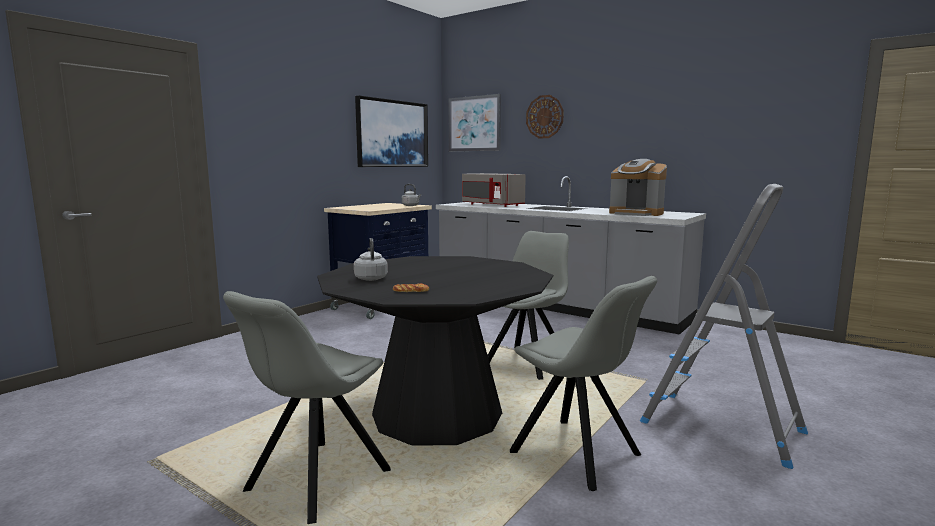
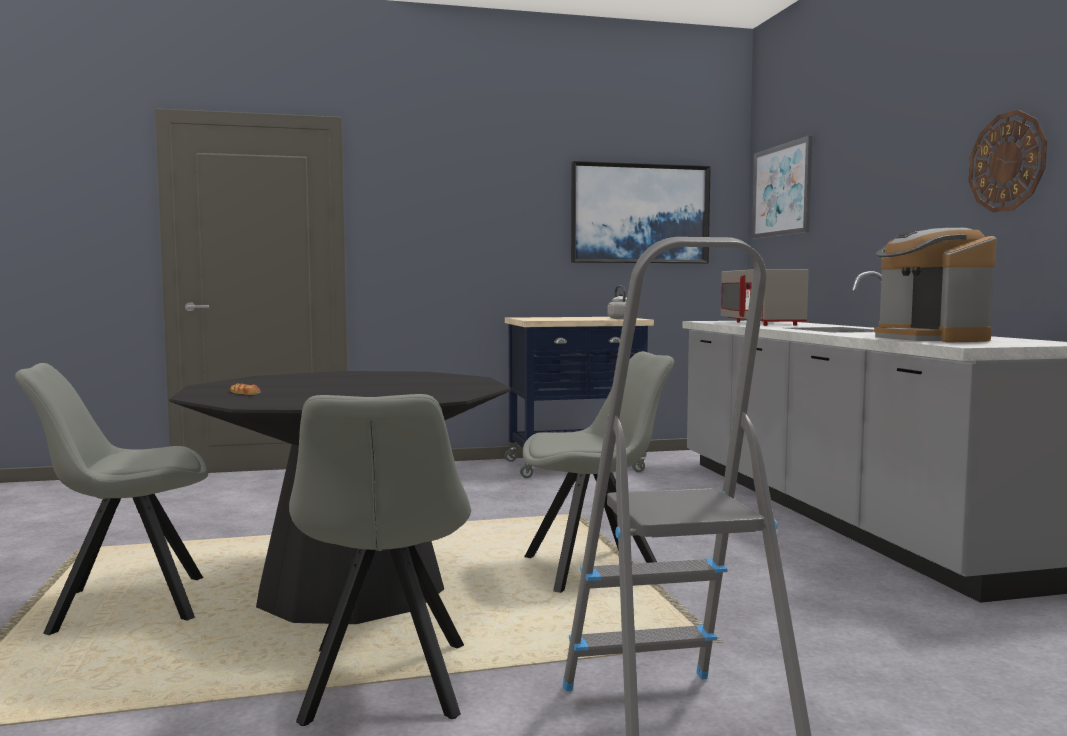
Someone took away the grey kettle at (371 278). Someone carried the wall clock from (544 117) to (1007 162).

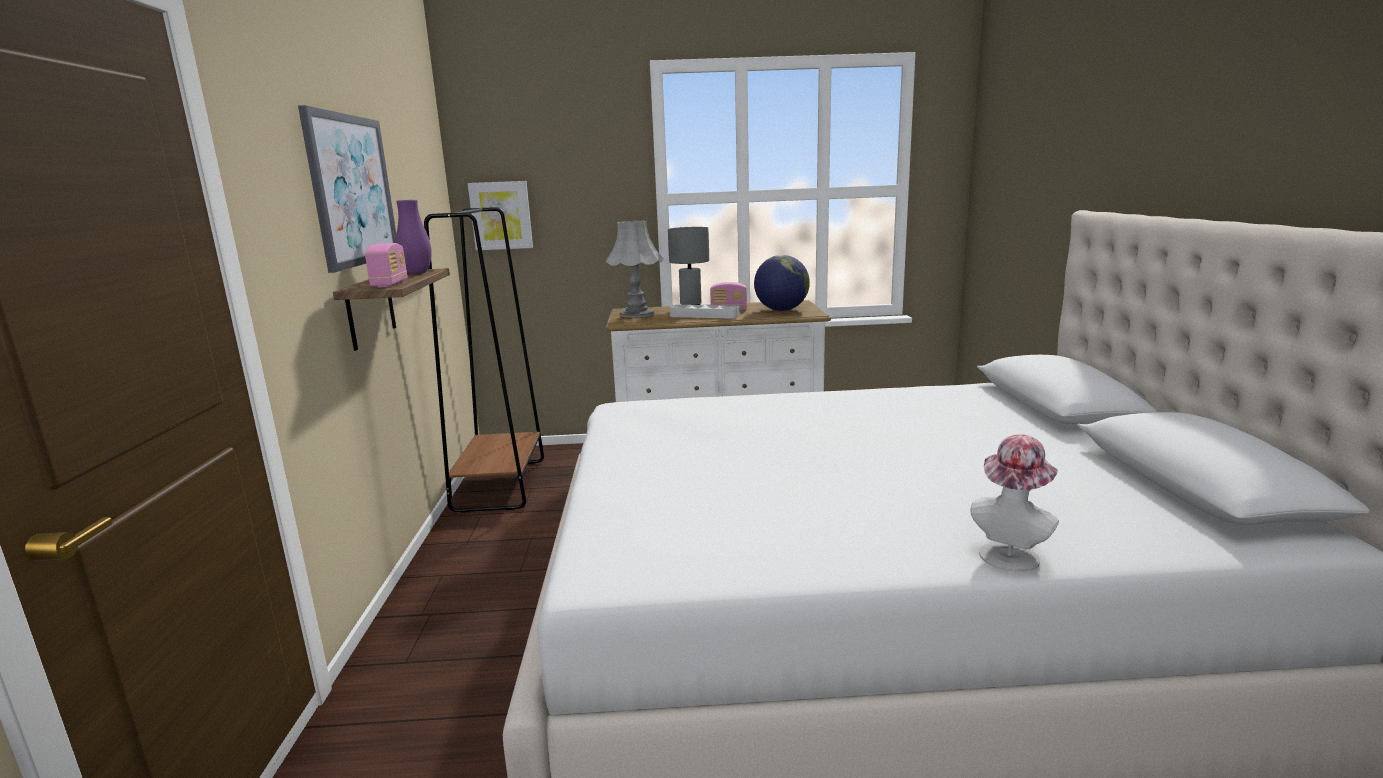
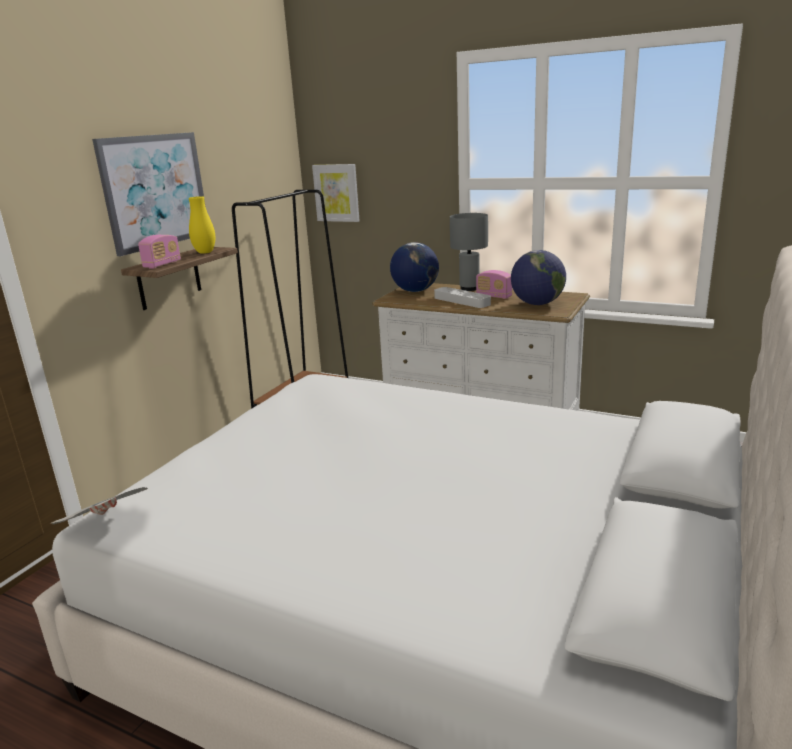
Someone took away the hat at (1010 553). Someone put down the newspaper at (105 527). Someone swapped the grey table lamp at (637 314) for the globe at (415 291). Someone repainted the purple vase at (417 273), which became the yellow vase at (205 252).

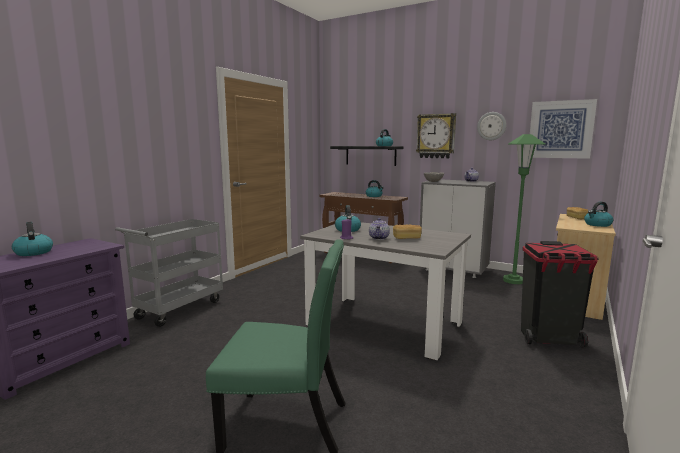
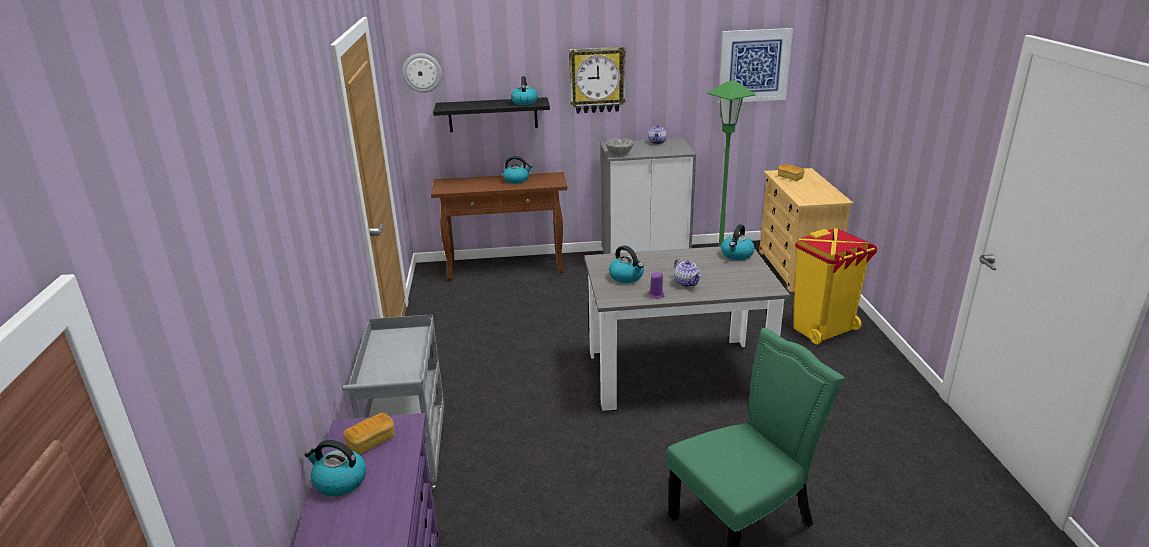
Someone carried the bread from (407 238) to (371 442). Someone carried the wall clock from (491 126) to (422 73). Someone carried the kettle from (597 224) to (737 255). Someone repainted the black trash can at (549 338), which became the yellow trash can at (823 329).

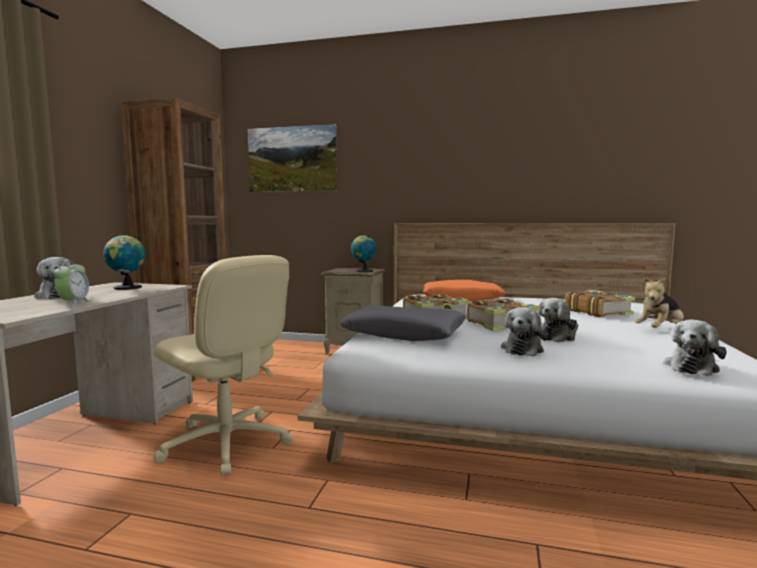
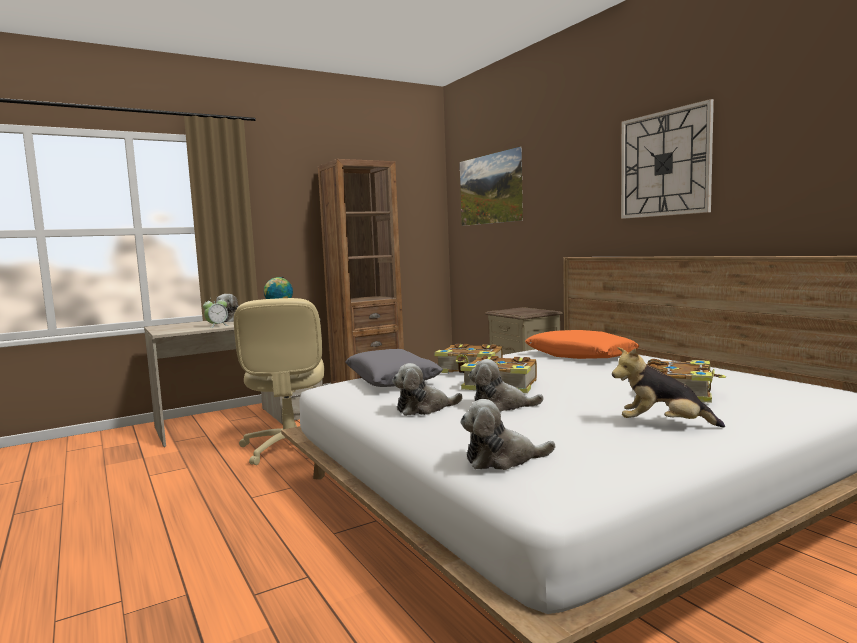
Someone took away the globe at (363 271). Someone put up the wall clock at (664 164).

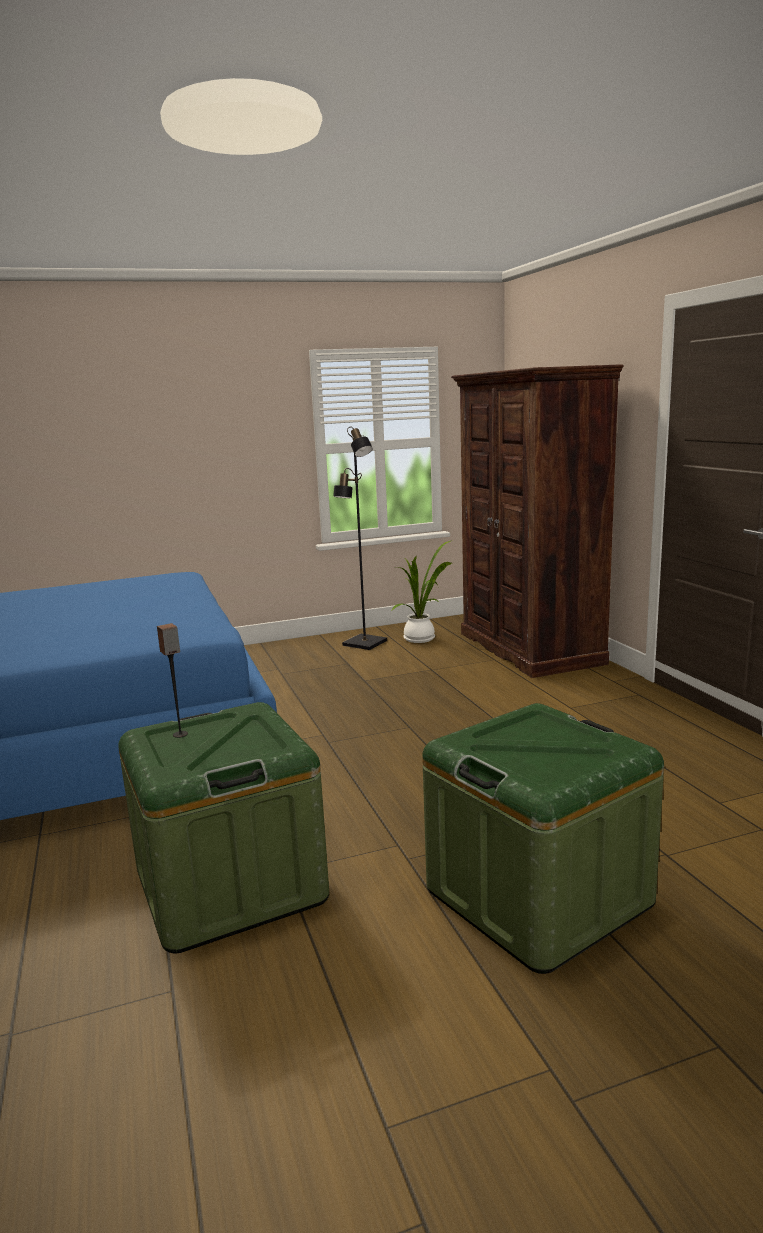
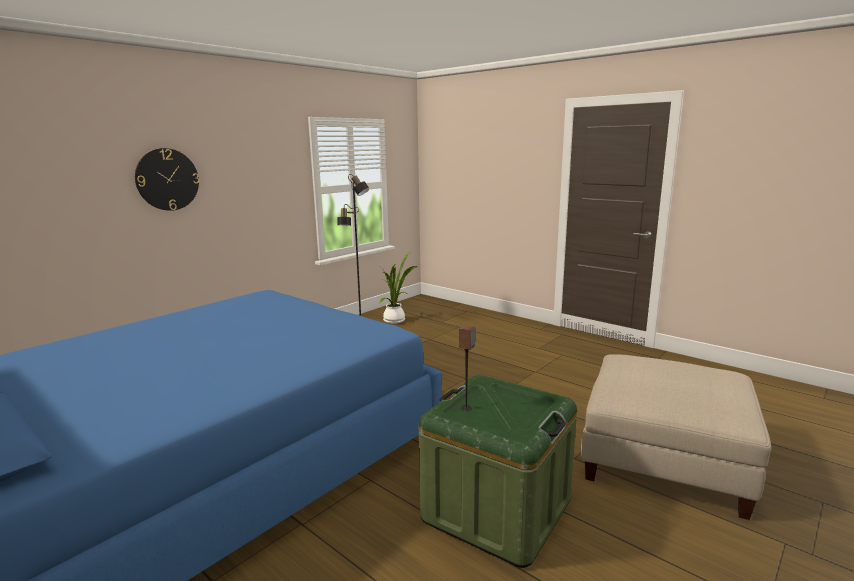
Someone took away the brown wardrobe at (528 648). Someone put up the wall clock at (167 179). Someone swapped the green storage box at (538 897) for the beige ottoman at (663 458).

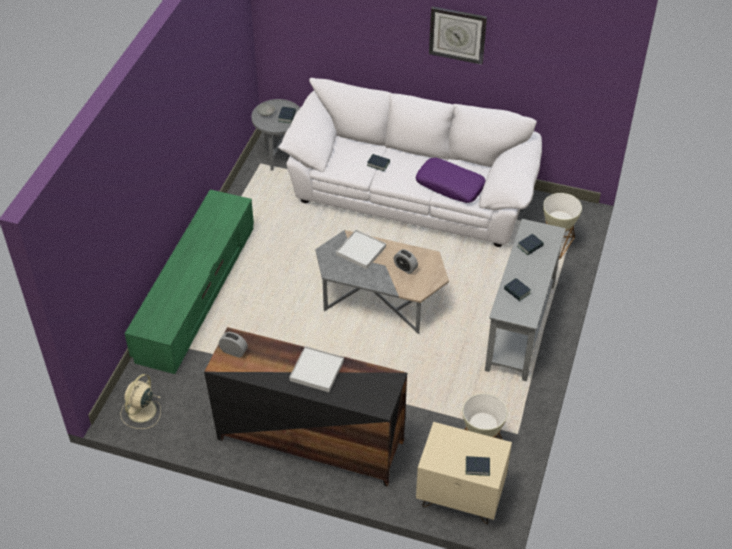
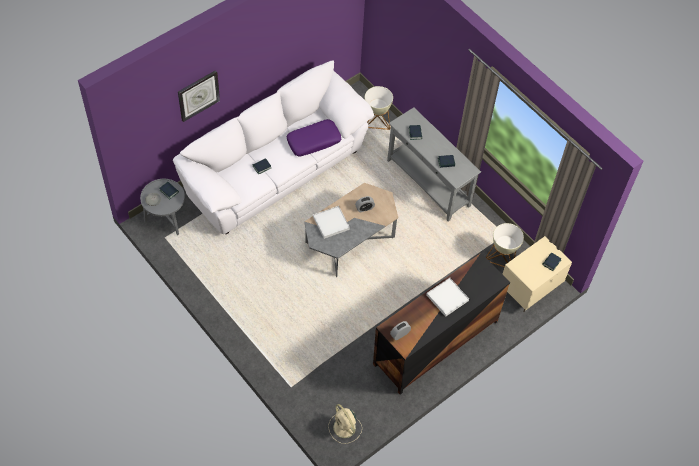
Someone took away the green tv stand at (195 291). Someone carried the wall clock from (457 34) to (198 95).

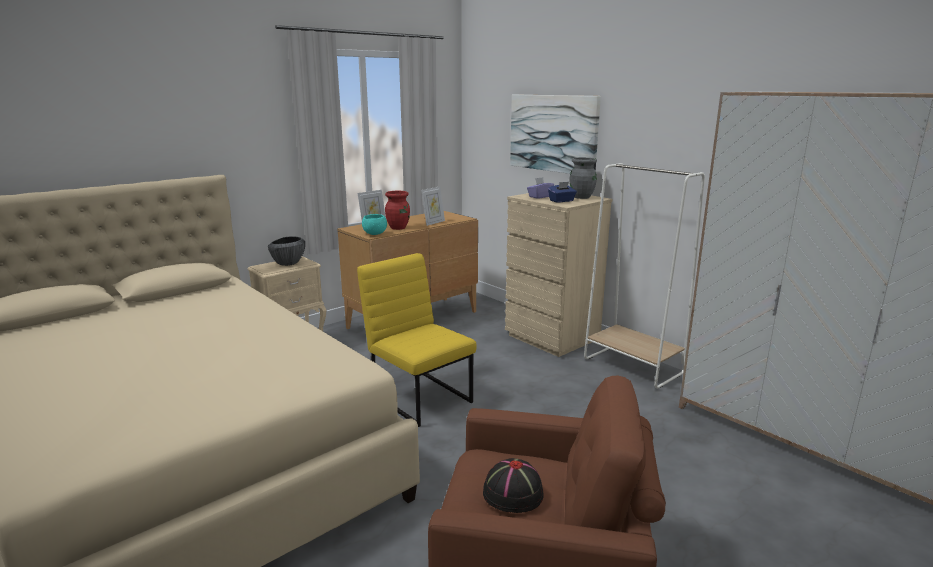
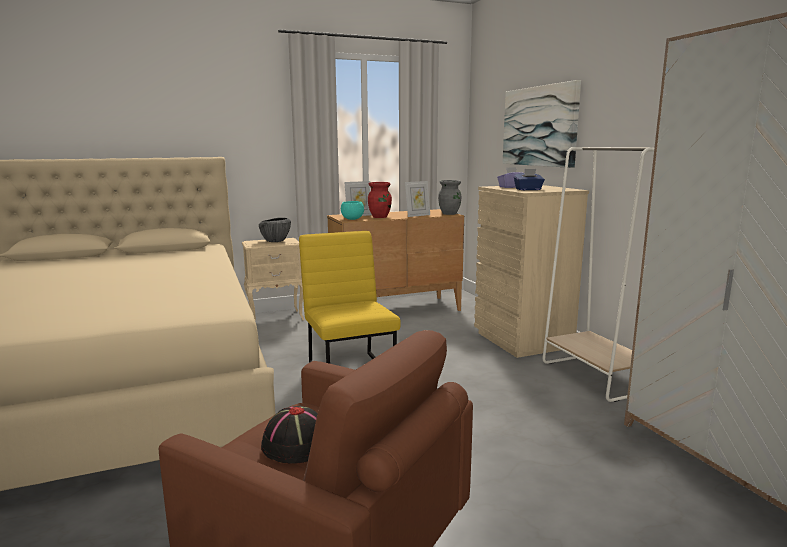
Someone carried the grey vase from (582 197) to (449 213).

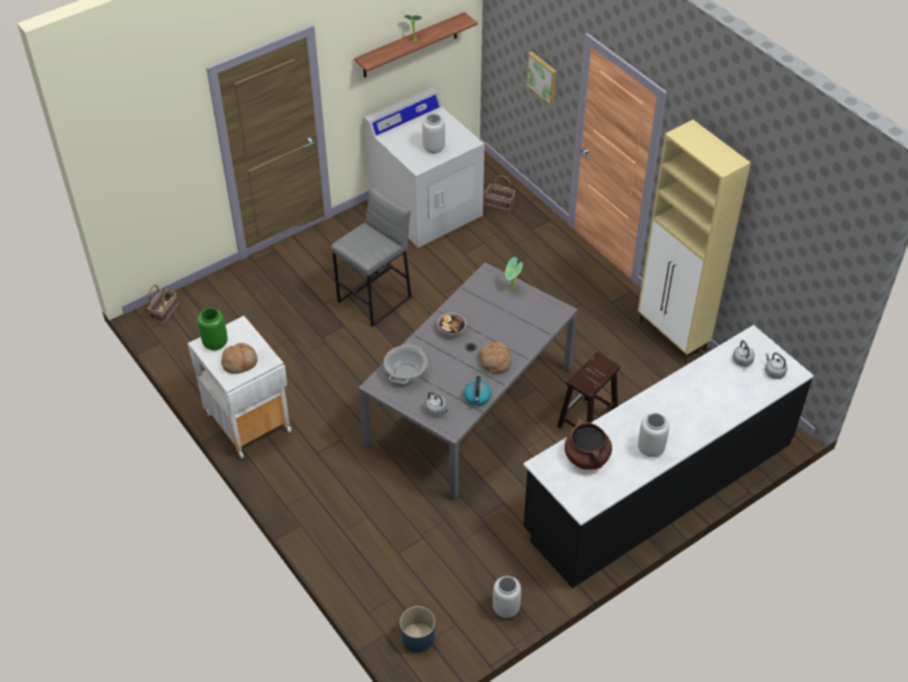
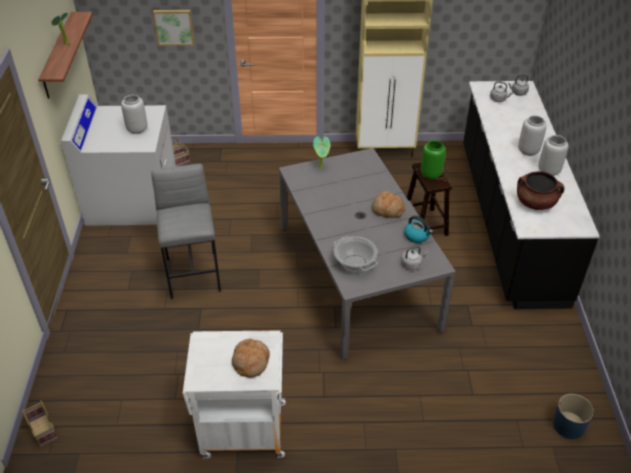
Someone took away the bowl at (451 330). Someone carried the green vase from (216 343) to (431 174). Someone carried the grey vase from (506 608) to (528 151).

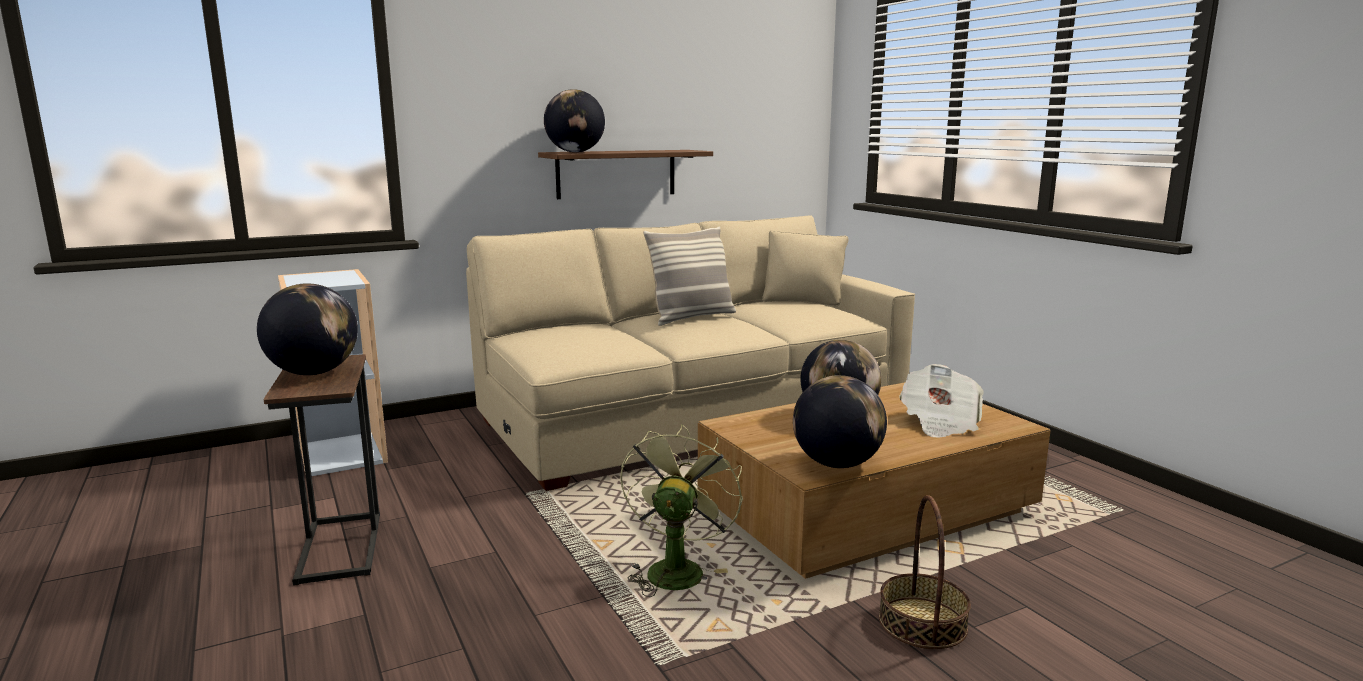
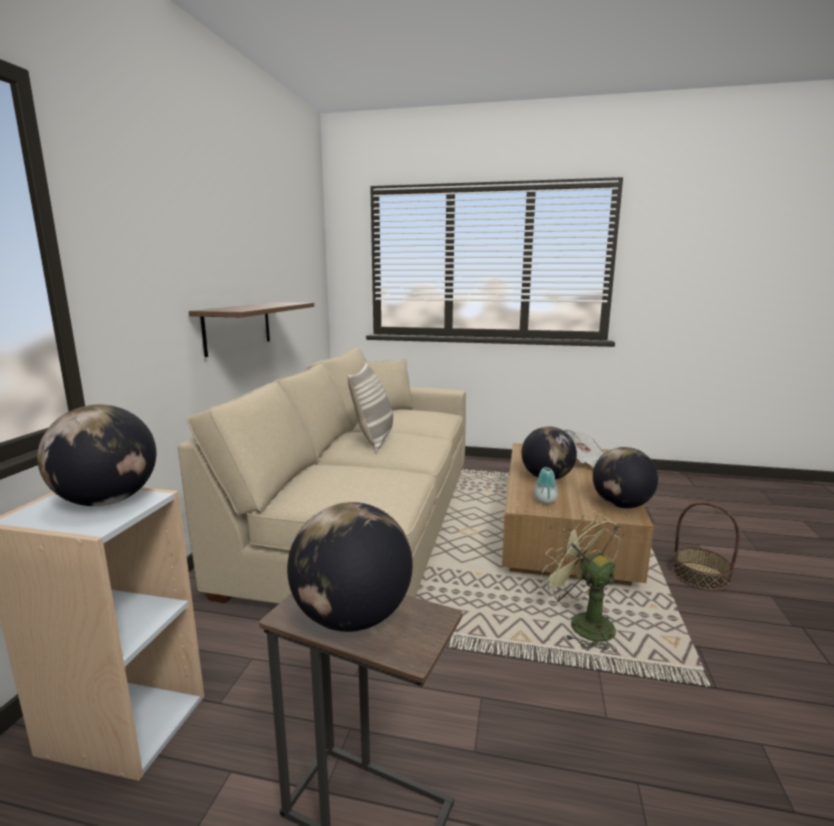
Someone put down the vase at (545 501). Someone carried the globe from (575 152) to (107 501).

